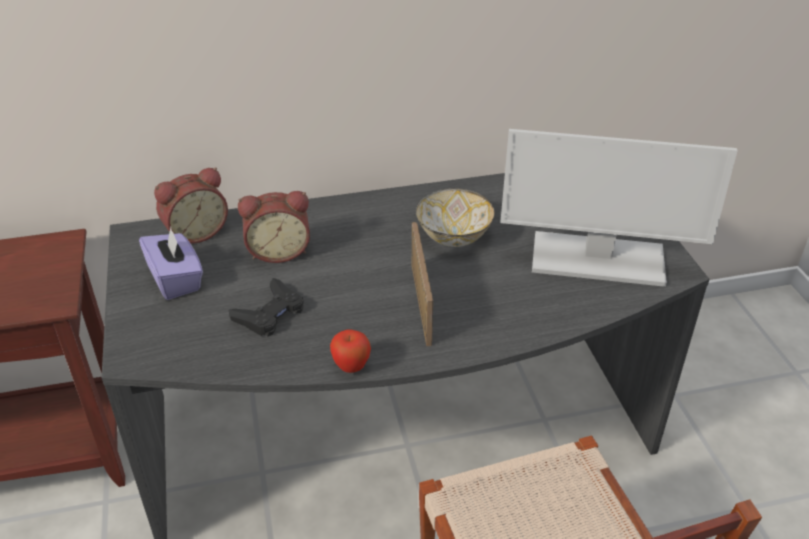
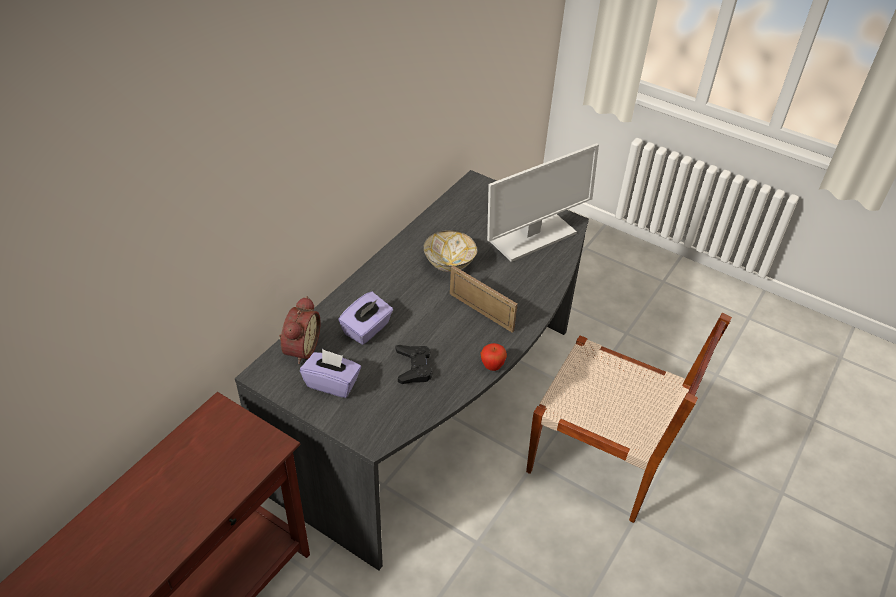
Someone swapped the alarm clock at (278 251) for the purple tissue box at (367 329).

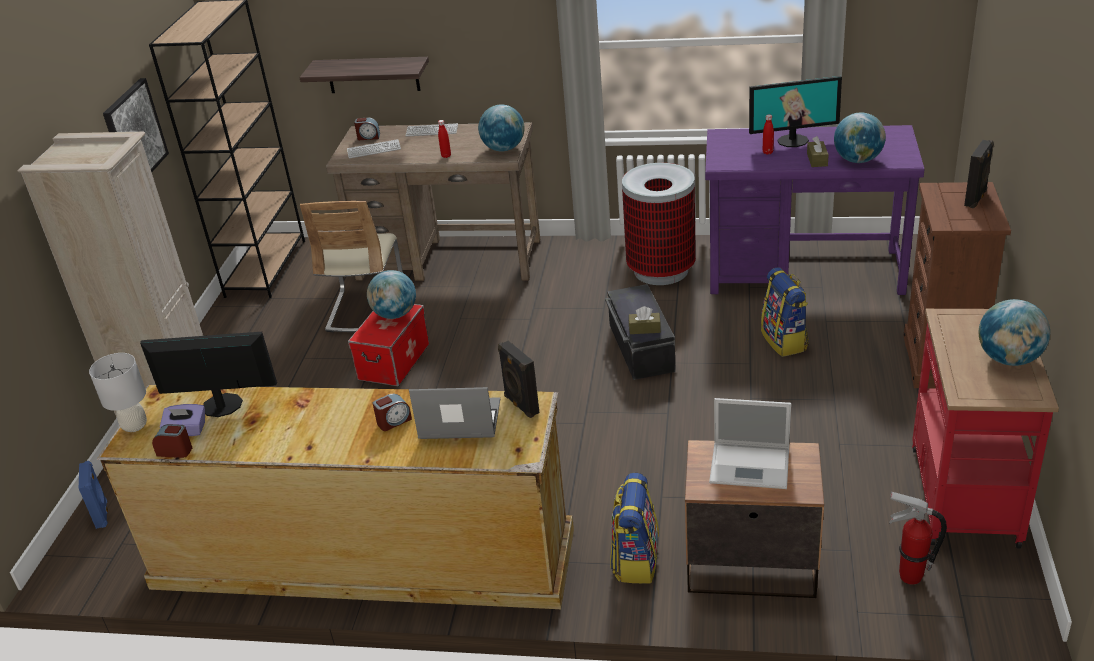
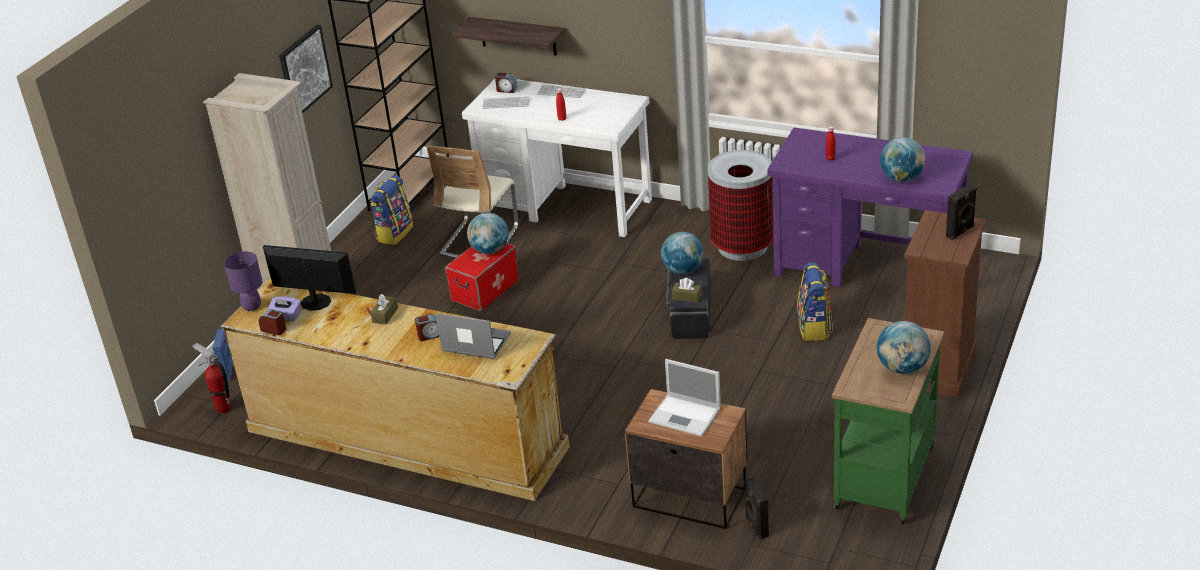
Someone took away the monitor at (793 140). Someone carried the globe from (504 149) to (683 270). Someone carried the black speaker from (520 405) to (756 527). Someone carried the backpack from (635 560) to (394 233). Someone carried the brown tissue box from (817 160) to (385 315). Someone carried the fire extinguisher from (909 576) to (223 408). Someone repainted the grey table lamp at (136 426), which became the purple table lamp at (252 307). Someone repainted the brown desk at (450 259), which became the white desk at (566 206). Someone repainted the red cart at (962 493), which became the green cart at (886 475).

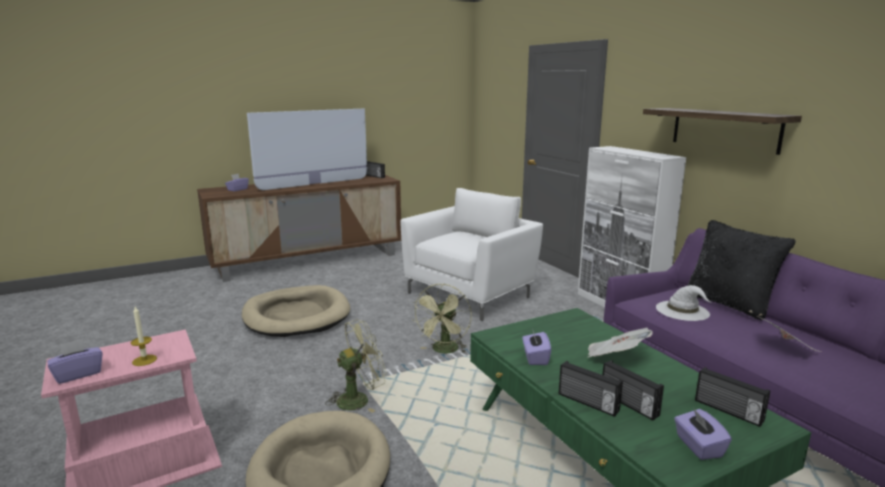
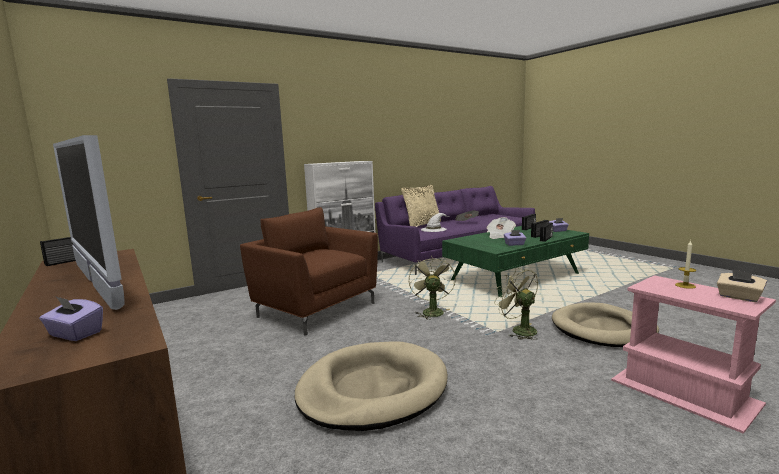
Someone took away the shelf at (724 129). Someone repainted the purple tissue box at (78 374), which became the beige tissue box at (739 297). Someone repainted the white armchair at (470 295), which became the brown armchair at (316 309). Someone repainted the black pillow at (728 306), which became the beige pillow at (422 225). Someone rotated the green fan at (444 351) by 105 degrees counterclockwise.

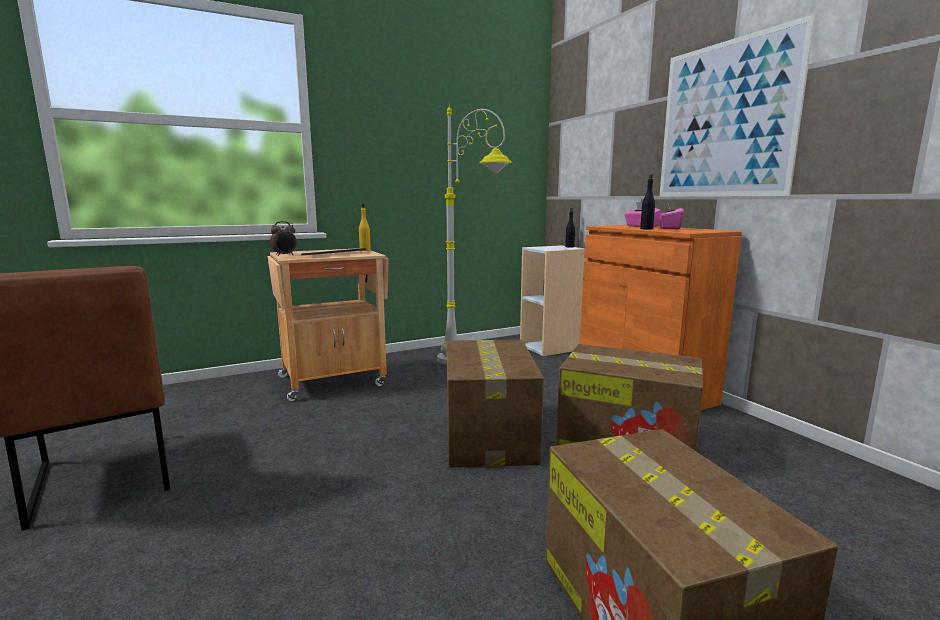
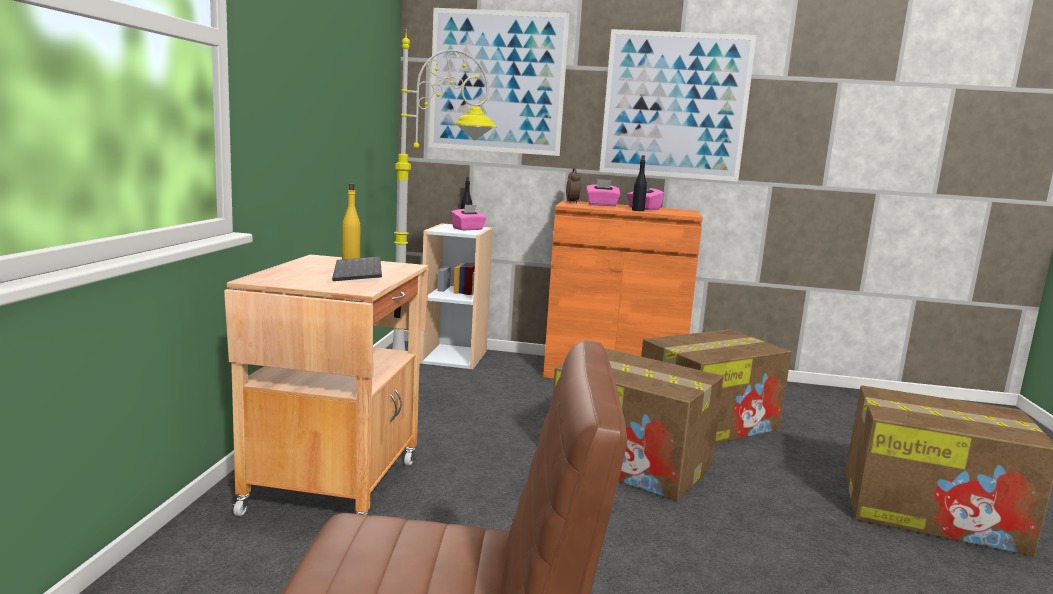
Someone put up the picture at (497 82). Someone put down the pink tissue box at (468 229). Someone carried the alarm clock from (285 255) to (572 202).

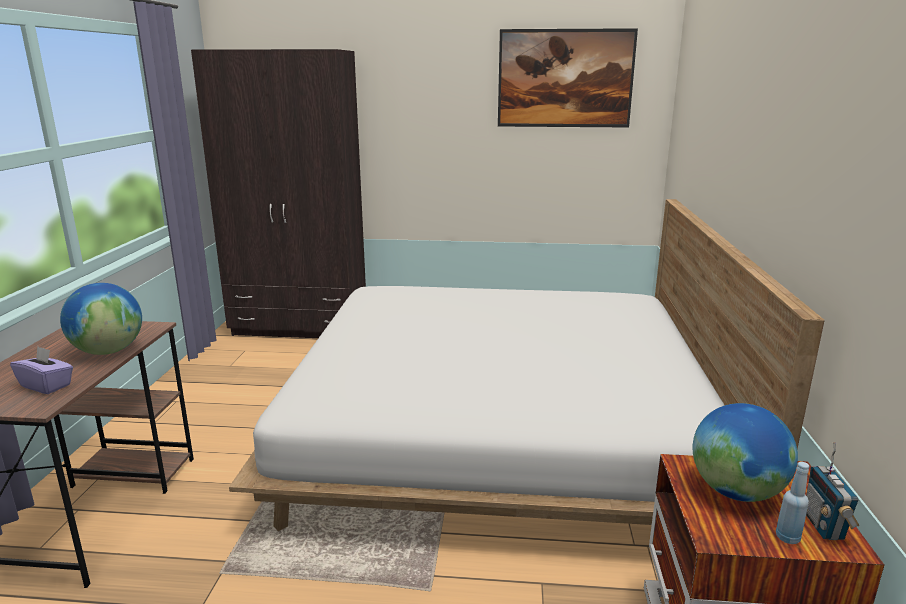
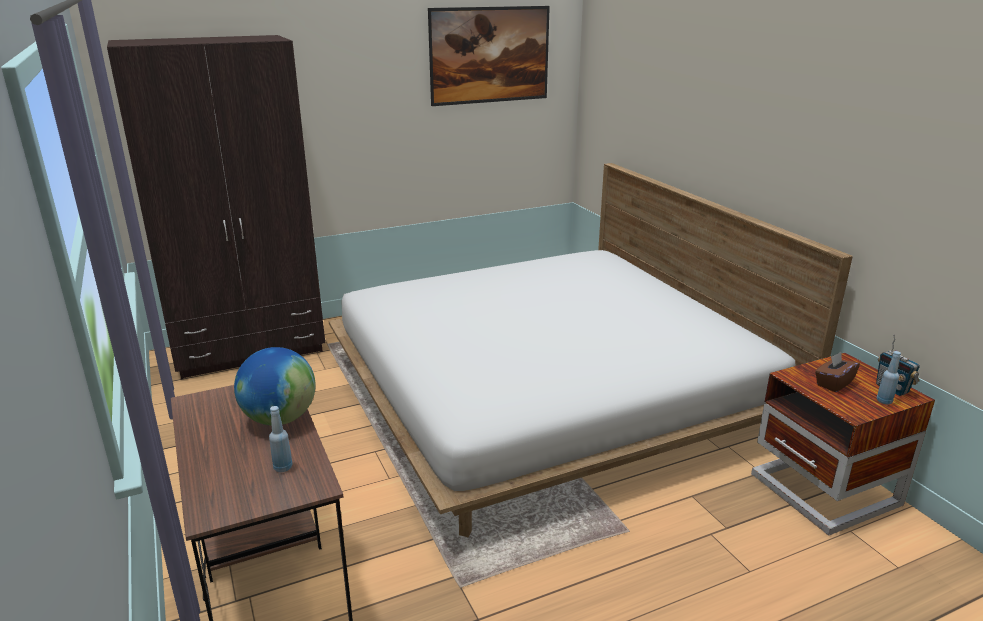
Someone swapped the purple tissue box at (47 385) for the blue bottle at (283 467). Someone swapped the globe at (736 492) for the brown tissue box at (833 383).

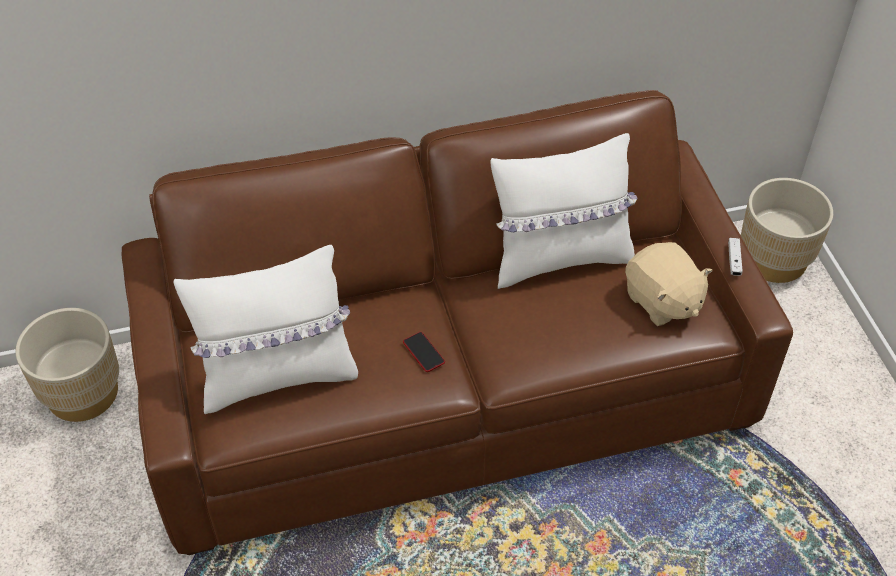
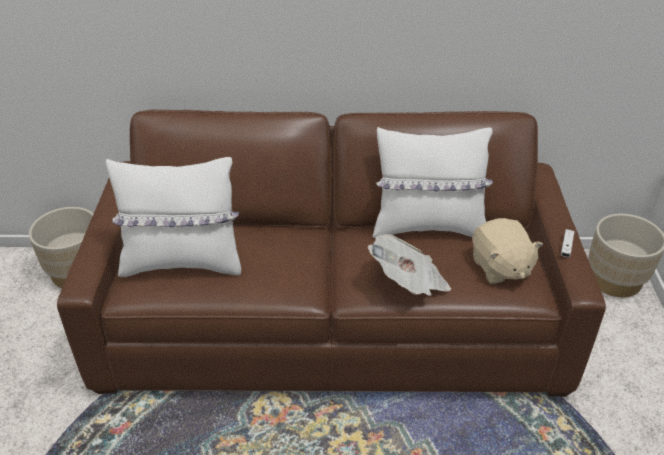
Someone took away the phone at (423 352). Someone put down the newspaper at (409 282).

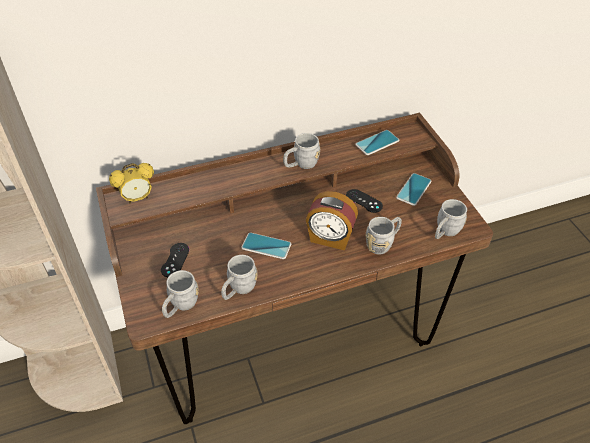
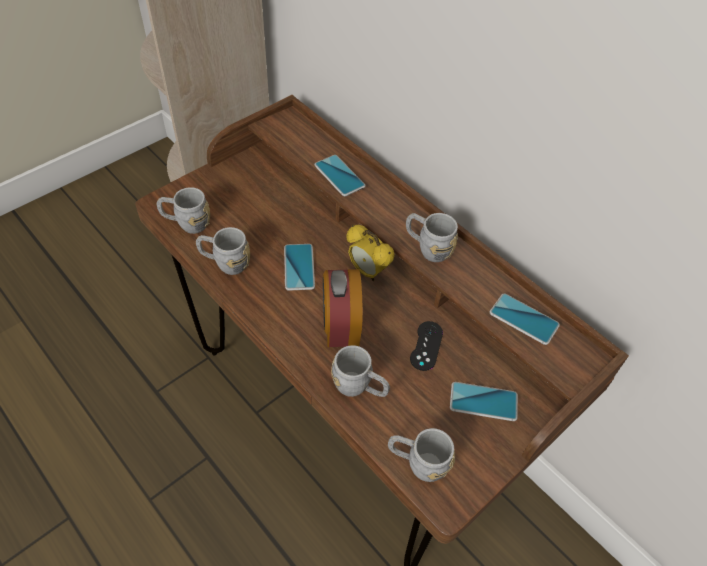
Someone took away the black game controller at (175 260). Someone put down the phone at (339 176). Someone carried the alarm clock from (137 198) to (367 272).

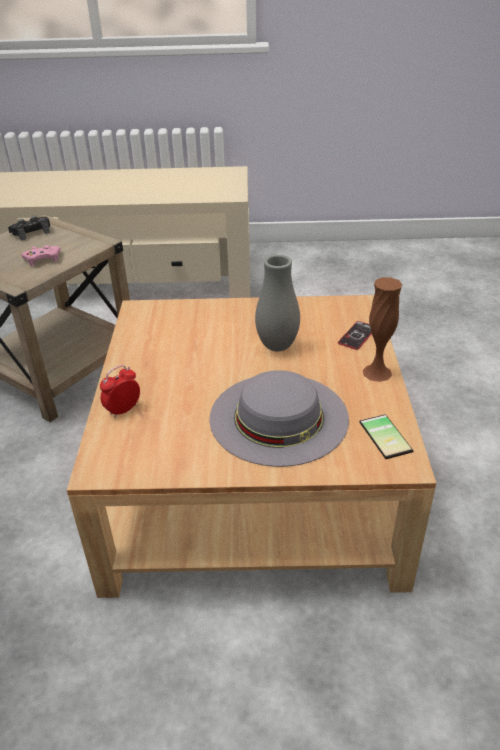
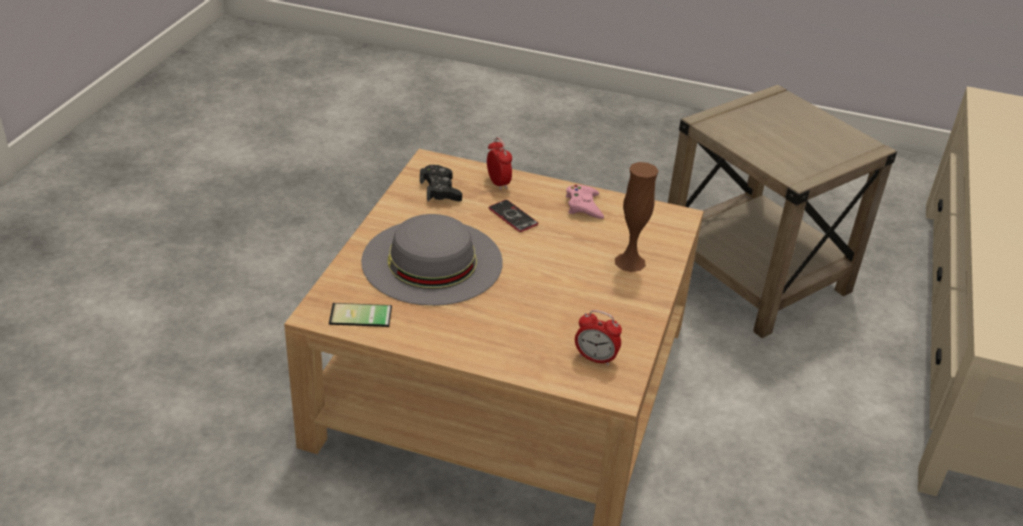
Someone took away the grey vase at (277 346). Someone put down the alarm clock at (595 358). Someone carried the black game controller from (31 232) to (440 190). Someone carried the pink game controller from (43 259) to (583 206). Someone carried the phone from (357 336) to (513 217). Someone carried the brown vase from (377 372) to (630 262).

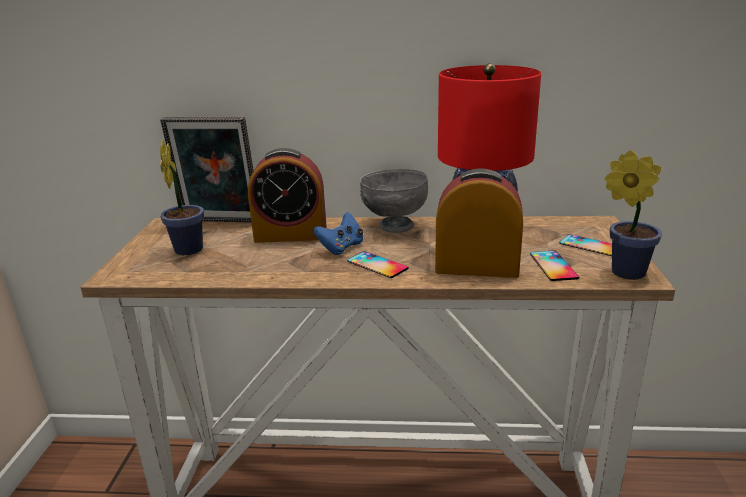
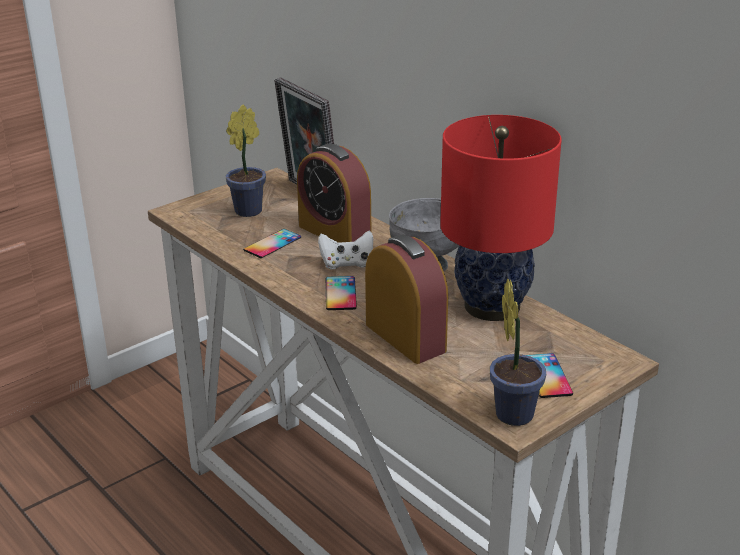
Someone carried the phone from (553 266) to (272 244). Someone repainted the blue game controller at (341 247), which became the white game controller at (346 264).

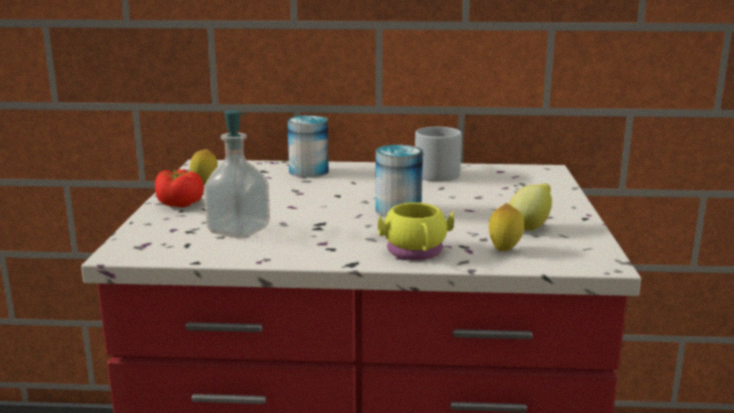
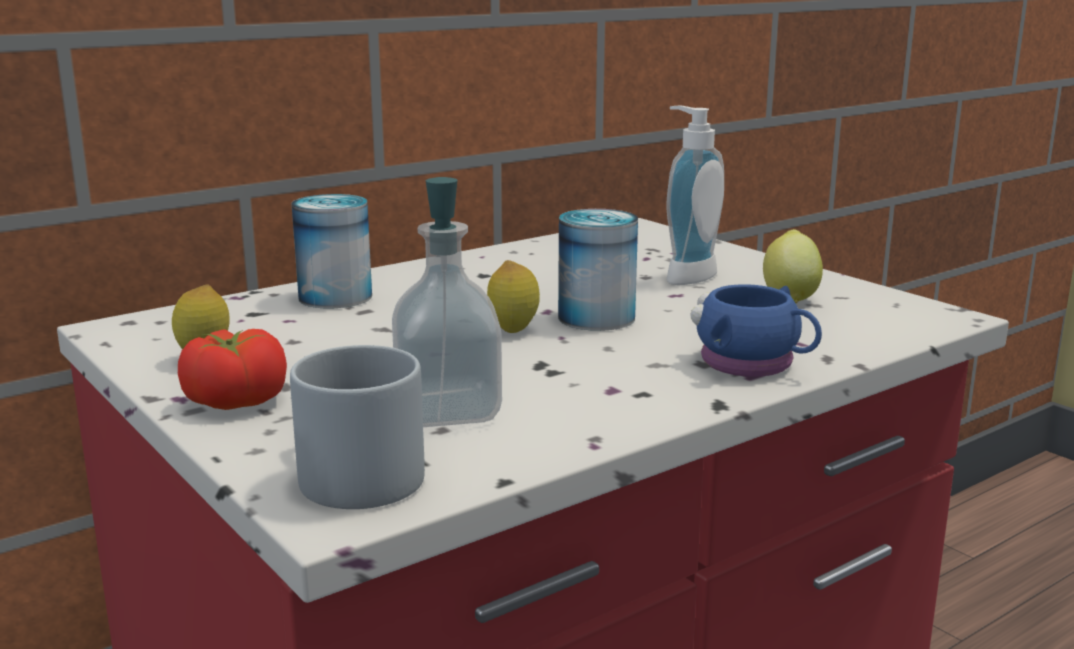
Someone put down the soap dispenser at (685 276). Someone carried the grey mug from (436 172) to (349 472). Someone carried the lemon from (504 250) to (513 330). Someone repainted the yellow mug at (416 253), which became the blue mug at (754 364).

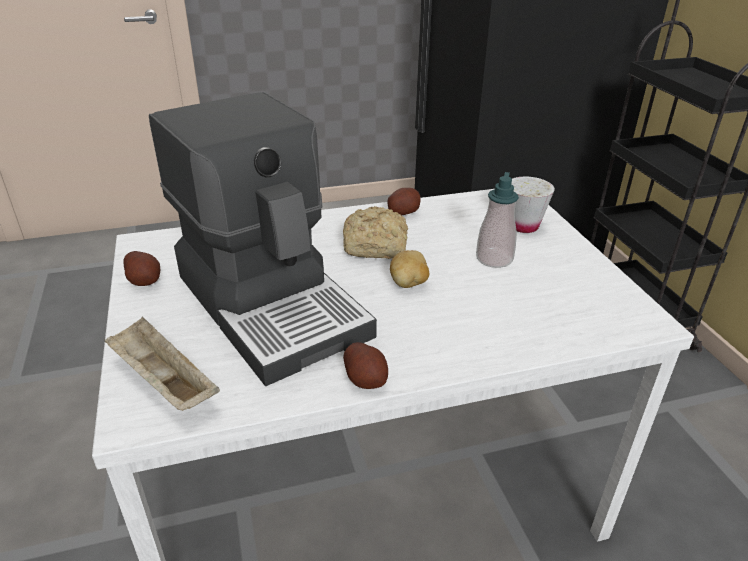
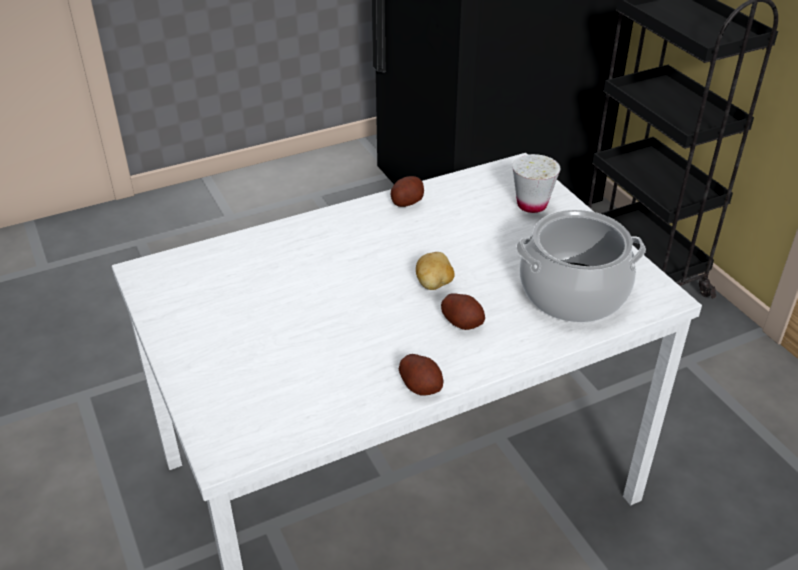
Someone took away the beige tray at (162 382). Someone took away the coffee machine at (273 303). Someone took away the bread at (377 246). Someone took away the soap dispenser at (494 259). Someone put down the cooking pot at (573 293). Someone carried the potato from (144 280) to (462 322).

